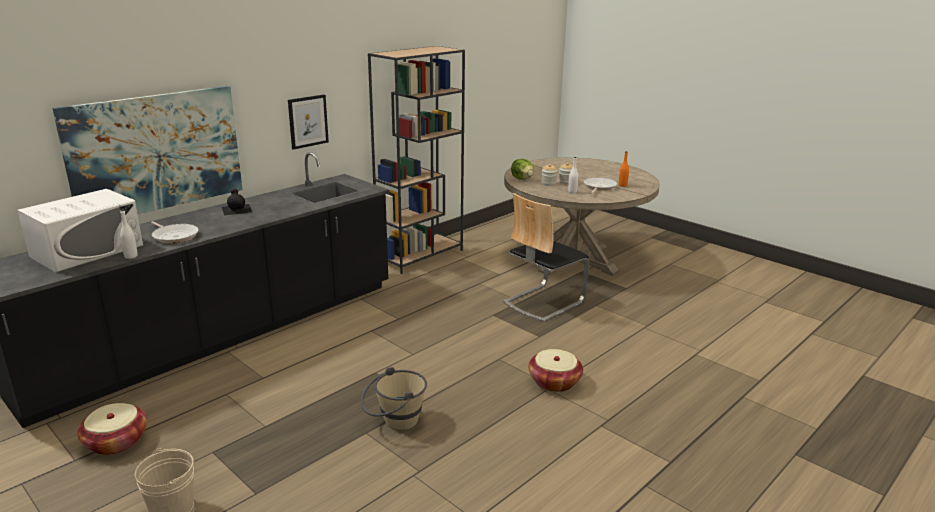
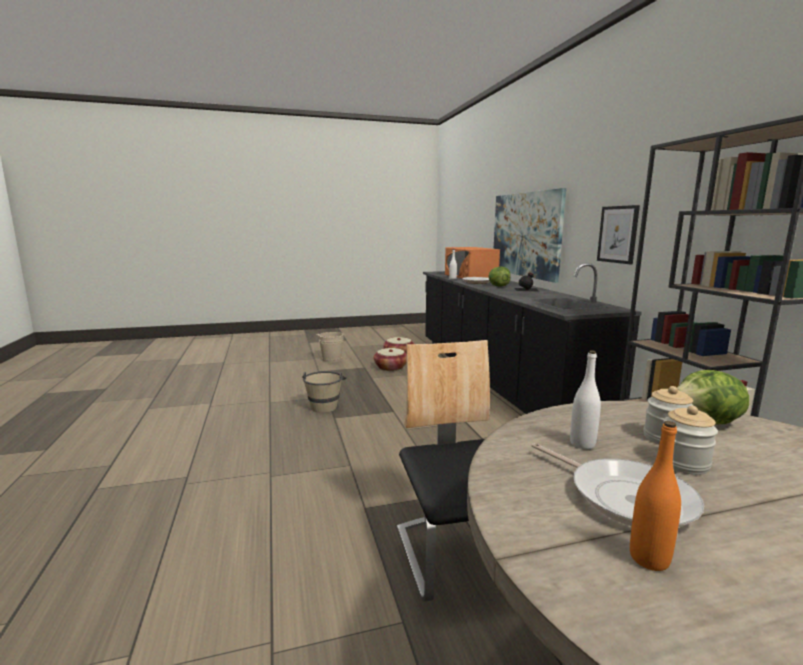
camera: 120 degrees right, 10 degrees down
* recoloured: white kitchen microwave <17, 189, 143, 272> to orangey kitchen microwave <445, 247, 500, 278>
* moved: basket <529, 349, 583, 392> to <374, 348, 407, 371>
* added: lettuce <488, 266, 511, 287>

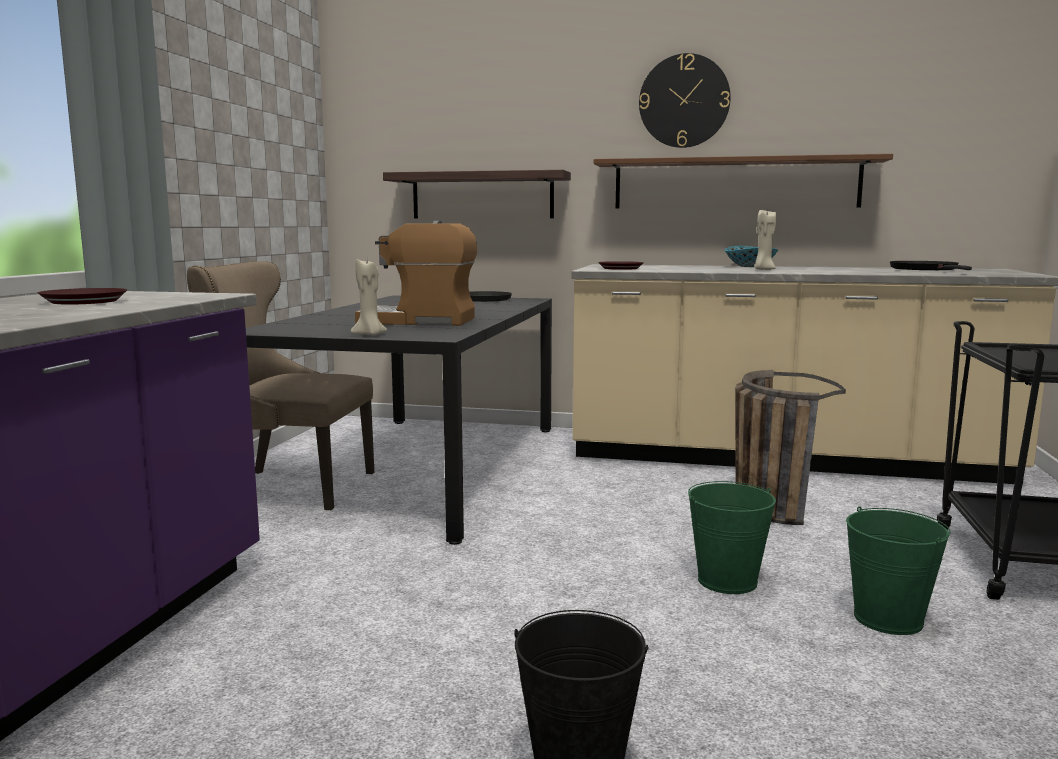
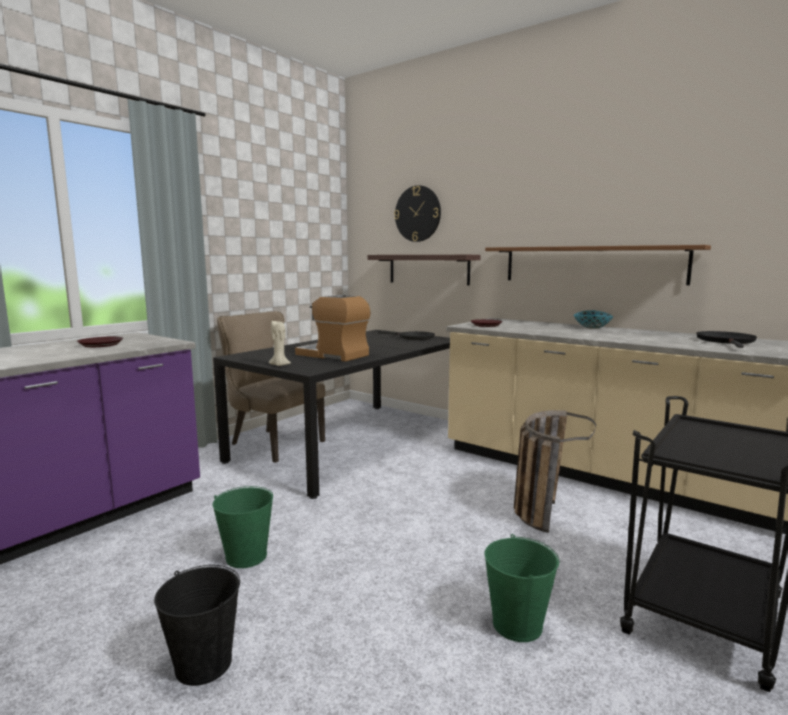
camera: 25 degrees right, 0 degrees up
* moved: hanging clock <639, 53, 731, 148> to <394, 185, 441, 242>
* removed: beige-coloured candle <754, 208, 776, 270>
* moved: greenish water bucket <688, 481, 776, 594> to <213, 486, 273, 568>

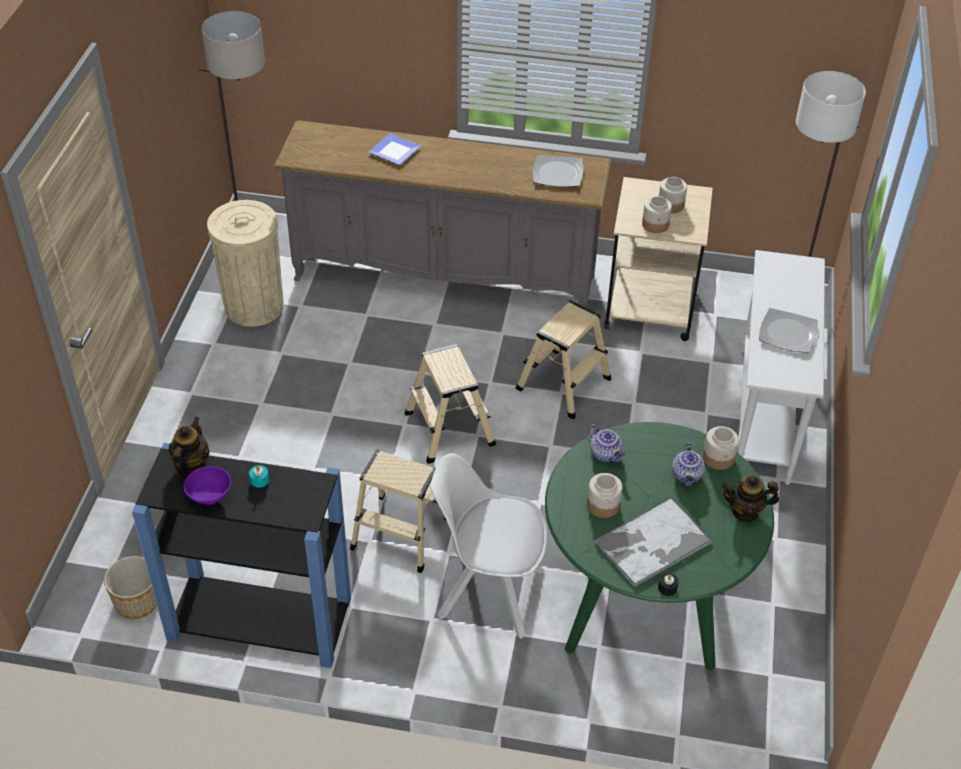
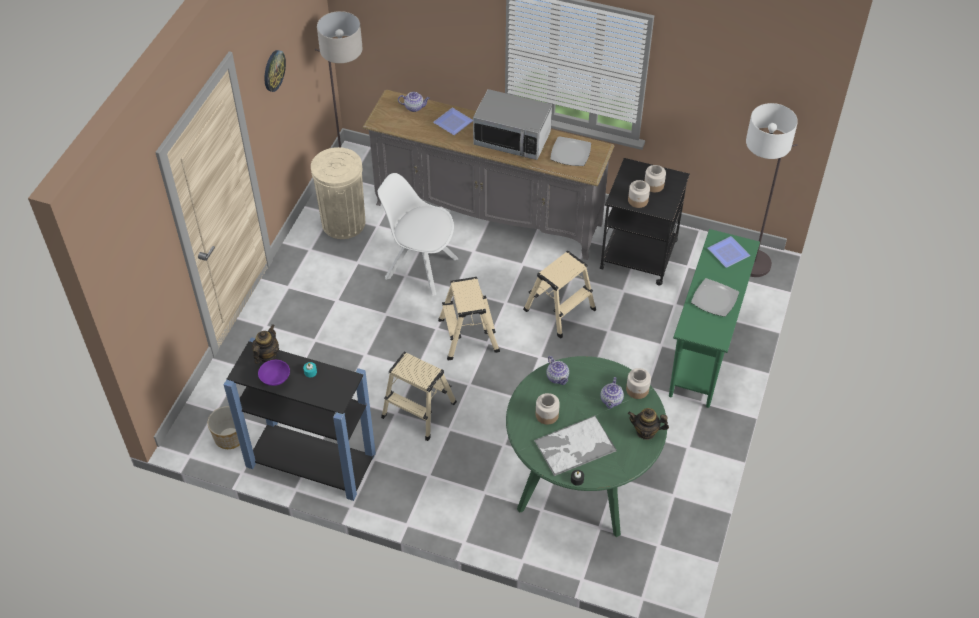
camera: 10 degrees right, 5 degrees up
* recoloured: beige-coloured cart <604, 177, 713, 341> to black-coloured cart <600, 158, 690, 286>
* recoloured: white console table <737, 250, 825, 485> to greenish console table <669, 229, 760, 408>
* moved: white upright chair <430, 453, 547, 639> to <378, 173, 458, 296>
* added: hanging clock <265, 50, 286, 92>
* added: kitchen microwave <473, 89, 552, 160>
* added: pot for tea <398, 92, 430, 112>
* added: dinner plate <707, 236, 750, 268>

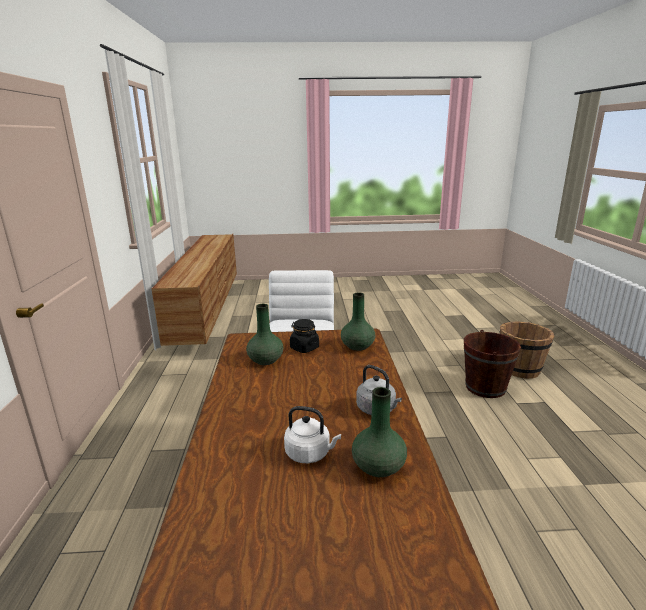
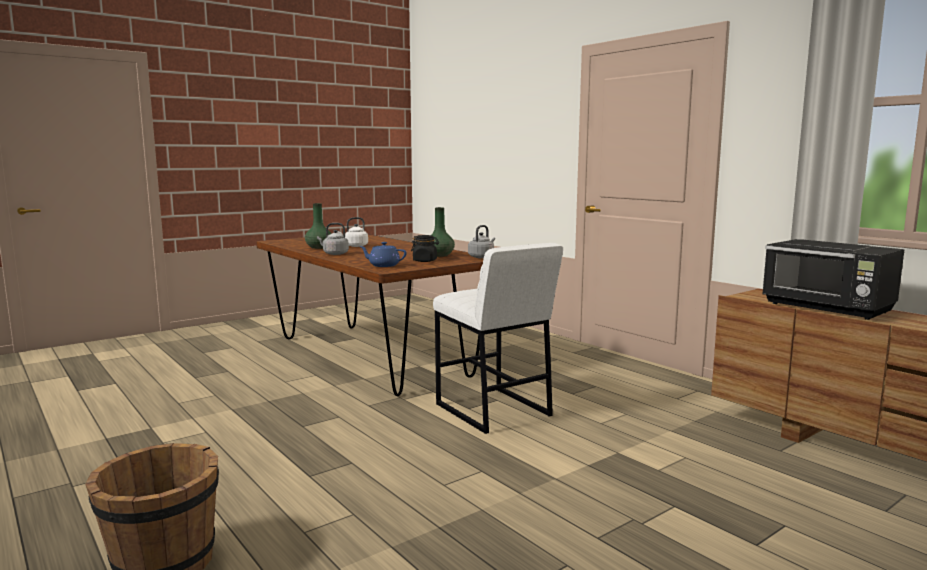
camera: 145 degrees right, 10 degrees down
* replaced: greenish decorative vase <341, 292, 375, 351> to bluish pot for tea <359, 242, 407, 267>
* removed: brownish water bucket <464, 330, 521, 398>
* added: grey tea kettle <468, 225, 495, 258>
* added: black-coloured kitchen microwave <762, 239, 905, 320>

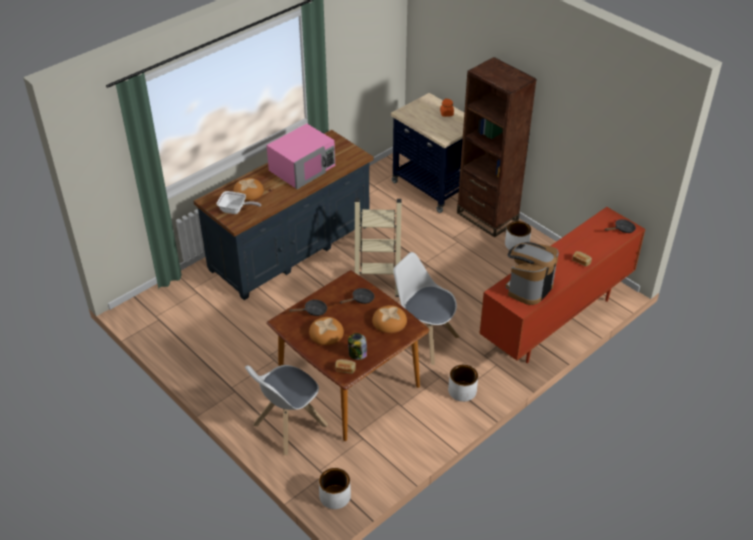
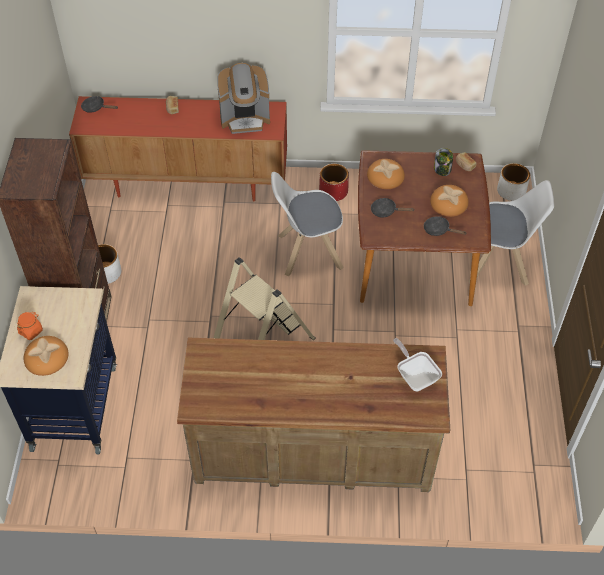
camera: 135 degrees left, 10 degrees up
* removed: pinkish kitchen microwave <266, 124, 335, 189>
* moved: bakery bread <233, 178, 264, 201> to <24, 336, 69, 376>
* turned: upright chair <393, 252, 460, 365> = <271, 172, 344, 276> 90 degrees clockwise
* recoloured: white planter <448, 365, 478, 402> to red-coloured planter <319, 164, 349, 201>

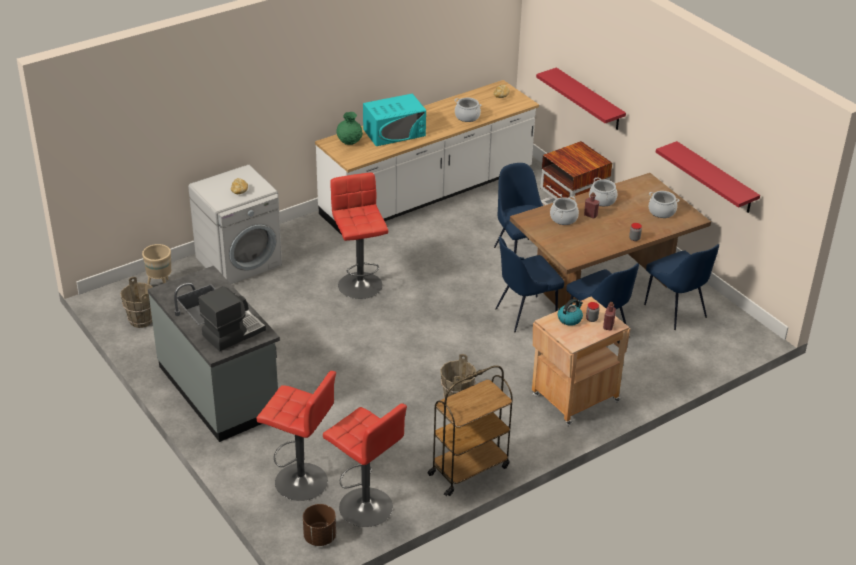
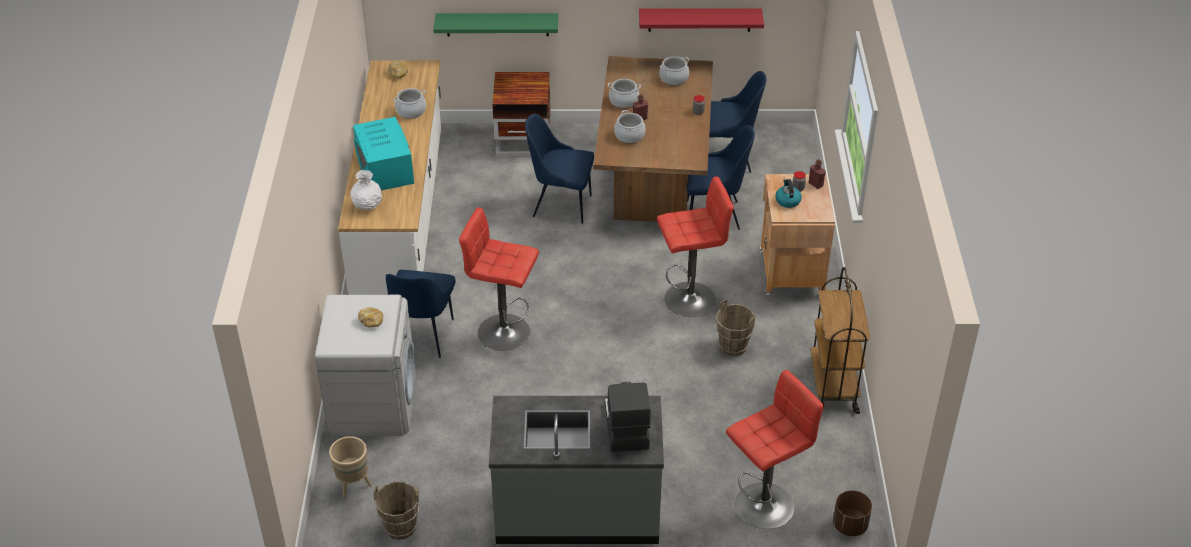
camera: 55 degrees left, 5 degrees up
* recoloured: red-coloured bracket shelf <536, 68, 626, 130> to greenish bracket shelf <433, 13, 558, 36>
* turned: turquoise-coloured kitchen microwave <363, 93, 426, 146> = <353, 117, 414, 190> 150 degrees clockwise
* recoloured: greenish decorative vase <336, 112, 363, 145> to white decorative vase <350, 170, 382, 210>
* moved: bluish upright chair <495, 236, 564, 333> to <386, 270, 455, 358>
* moved: red-coloured stool <323, 403, 407, 527> to <657, 176, 734, 317>

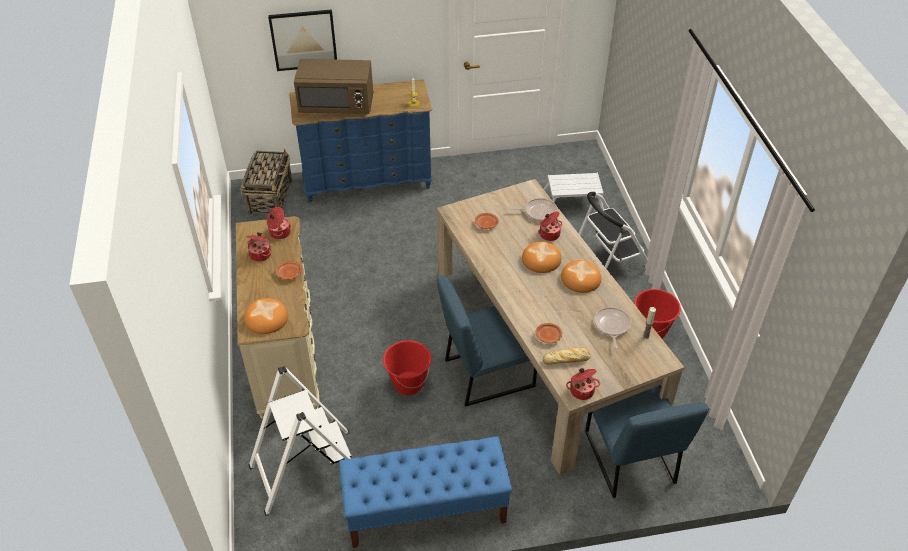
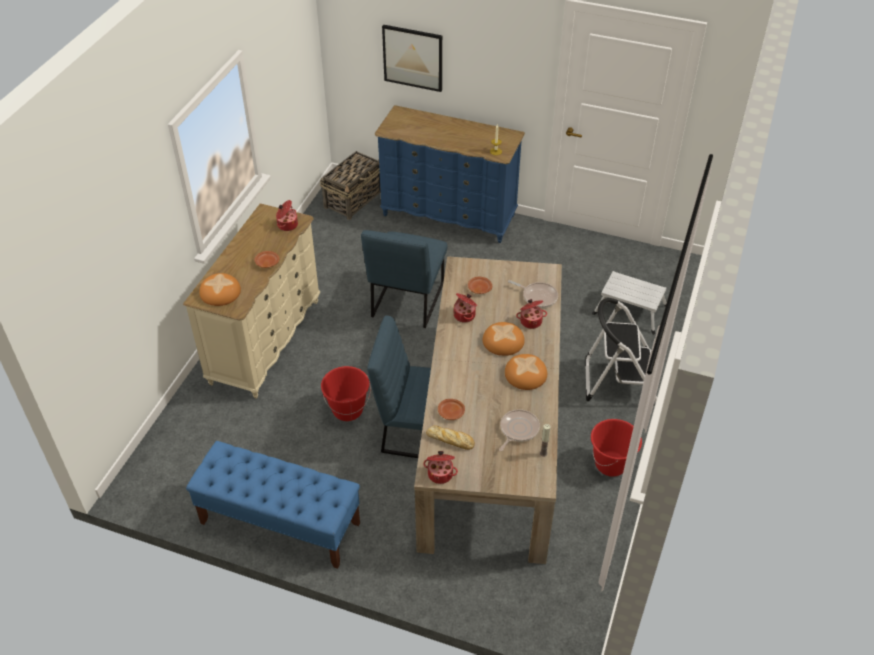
camera: 30 degrees right, 0 degrees up
* removed: brownish kitchen microwave <294, 59, 374, 114>
* moved: saucepot <246, 232, 271, 262> to <453, 293, 477, 323>
* removed: white step stool <249, 366, 352, 516>
* moved: bluish upright chair <585, 385, 709, 498> to <361, 230, 447, 328>

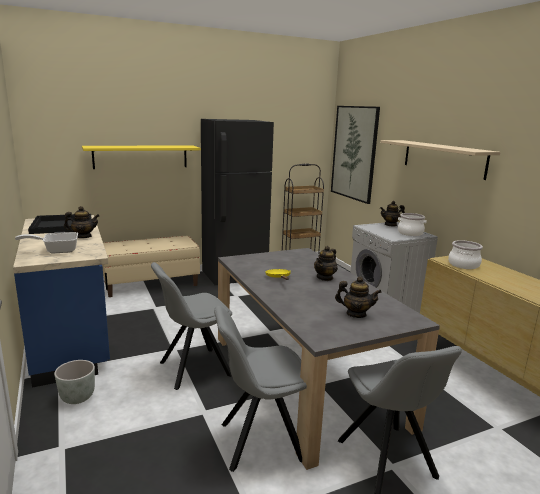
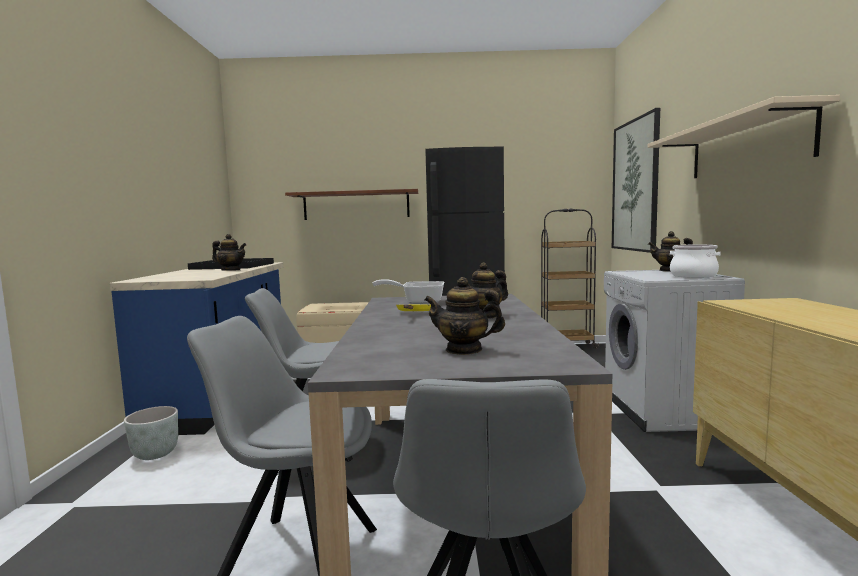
camera: 25 degrees right, 10 degrees down
* recoloured: yellowish bracket shelf <82, 146, 201, 169> to brownish bracket shelf <285, 189, 418, 220>
* moved: frying pan <15, 232, 78, 253> to <372, 279, 445, 304>
* removed: saucepot <448, 240, 483, 269>
* turned: pot for tea <335, 276, 382, 318> = <424, 277, 505, 355> 150 degrees clockwise

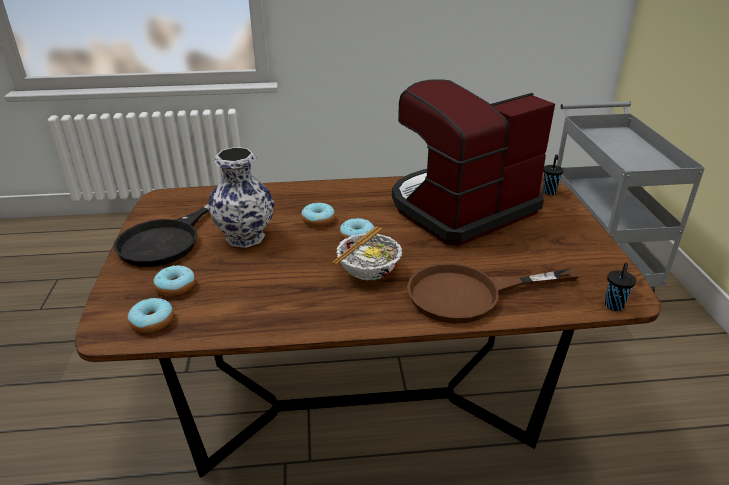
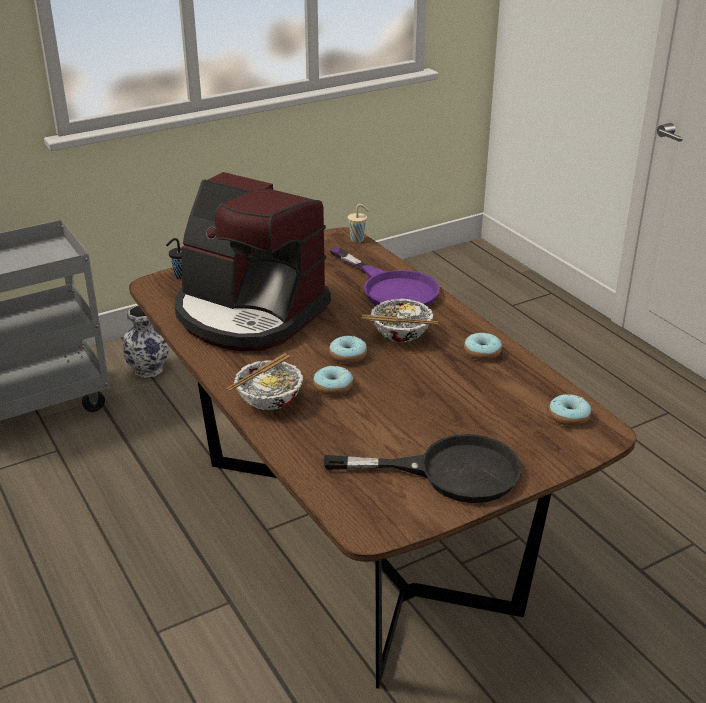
camera: 115 degrees left, 0 degrees up
* moved: decorative vase <208, 147, 274, 248> to <123, 306, 169, 378>
* recoloured: brownish frying pan <407, 263, 579, 324> to purple-coloured frying pan <330, 247, 440, 306>
* recoloured: black-coloured cup <605, 263, 636, 311> to beige-coloured cup <348, 204, 369, 243>
* moved: ring doughnut <153, 265, 195, 296> to <464, 333, 502, 360>
* added: serving bowl <226, 353, 303, 410>

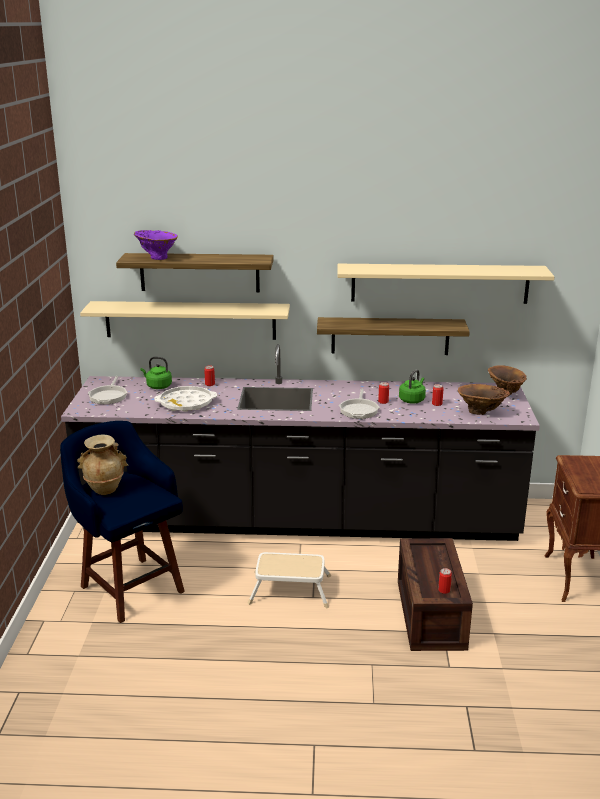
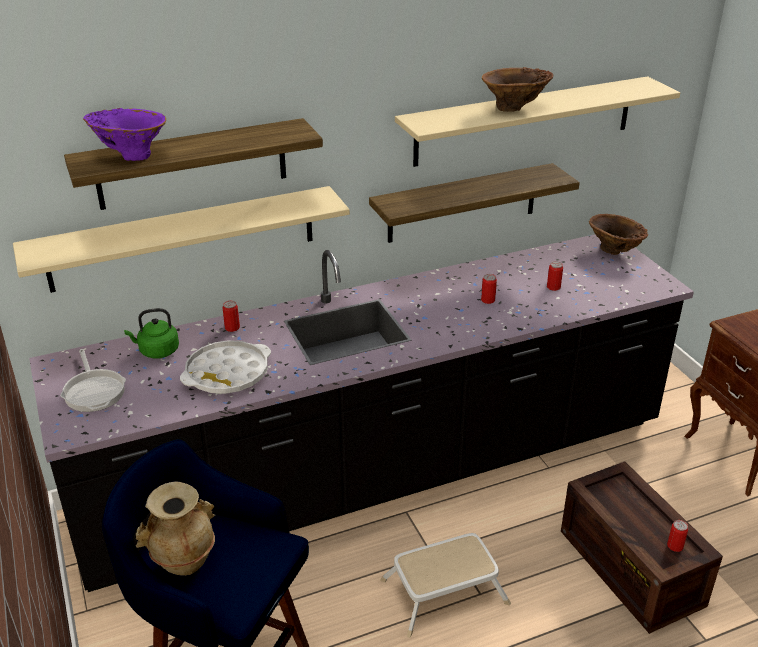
camera: 25 degrees left, 10 degrees up
* removed: greenish tea kettle <399, 369, 426, 403>
* moved: brownish decorative vase <458, 384, 510, 415> to <482, 67, 553, 112>
* removed: frying pan <339, 389, 380, 419>

